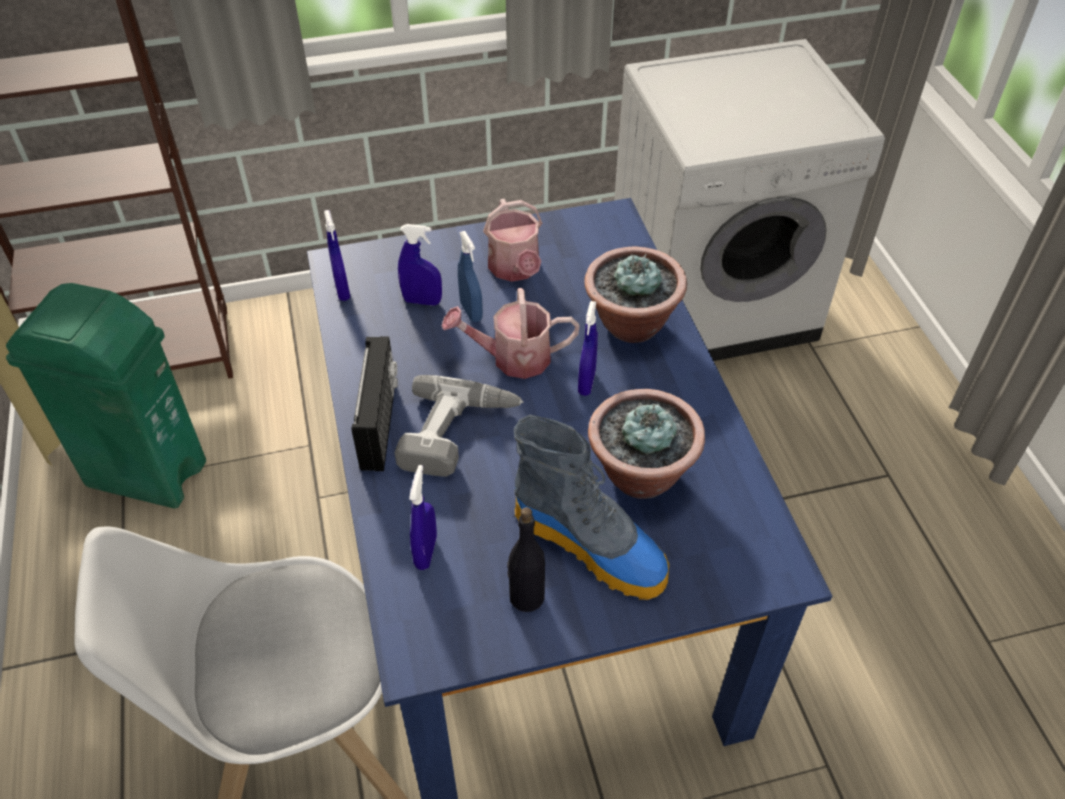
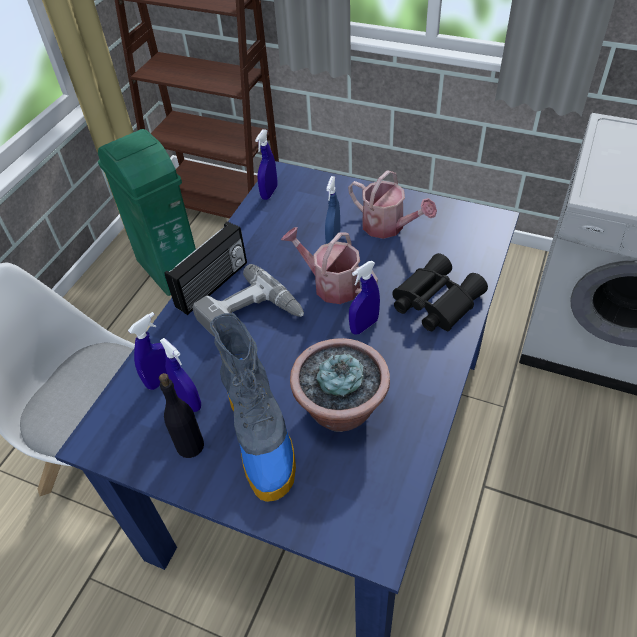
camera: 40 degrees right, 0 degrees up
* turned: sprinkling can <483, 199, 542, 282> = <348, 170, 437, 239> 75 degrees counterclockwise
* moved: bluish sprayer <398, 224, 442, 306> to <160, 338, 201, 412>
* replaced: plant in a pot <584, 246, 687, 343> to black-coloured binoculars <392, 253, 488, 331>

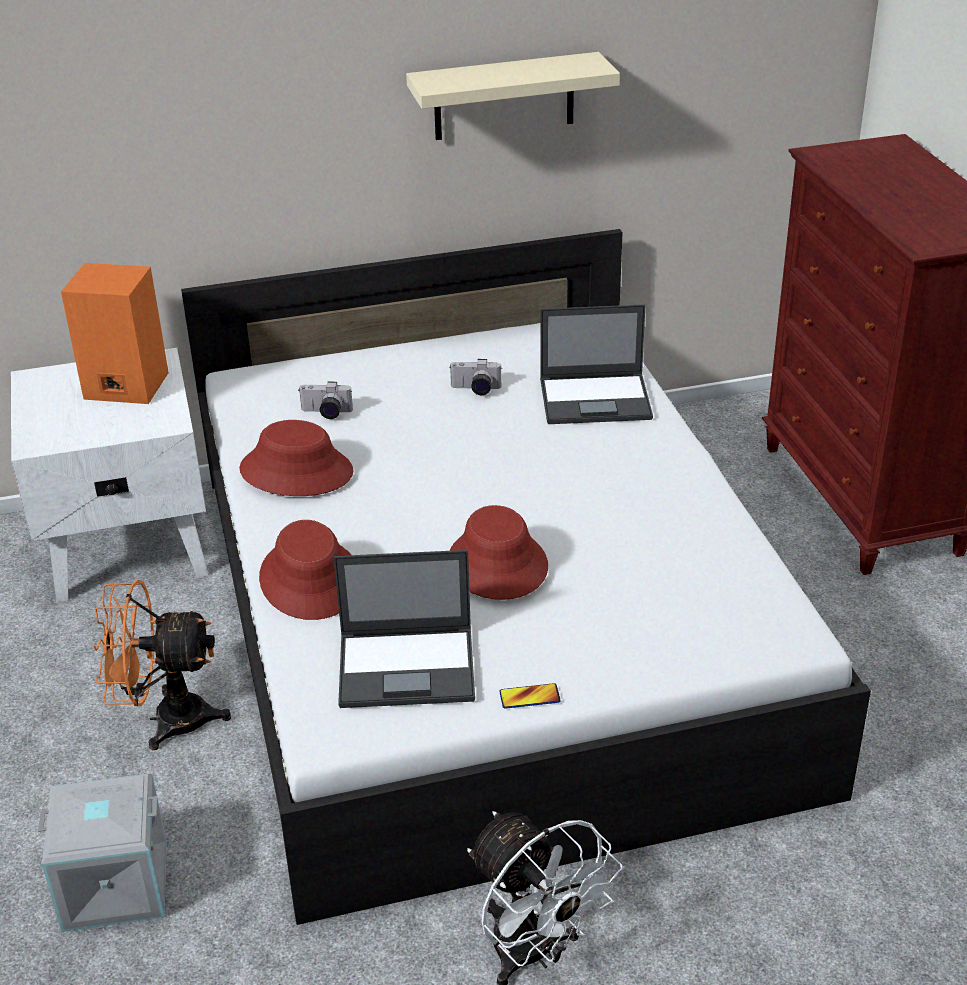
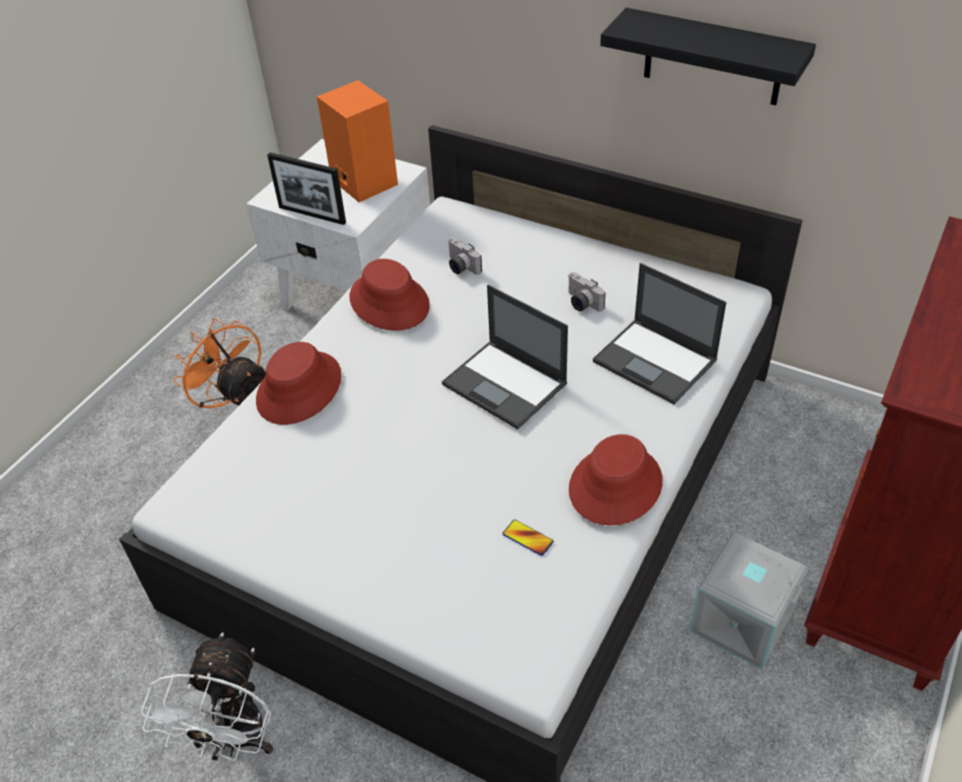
camera: 45 degrees right, 10 degrees up
* recoloured: beige-coloured bracket shelf <406, 52, 620, 140> to black-coloured bracket shelf <600, 8, 816, 105>
* moved: red-coloured clothing hat <450, 505, 548, 600> to <569, 434, 663, 526>
* moved: laptop <334, 550, 475, 708> to <442, 285, 568, 429>
* moved: phone <499, 683, 561, 709> to <503, 520, 554, 556>
* moved: grey storage box <38, 774, 167, 932> to <689, 531, 809, 670>
* added: photo frame <267, 152, 346, 225>

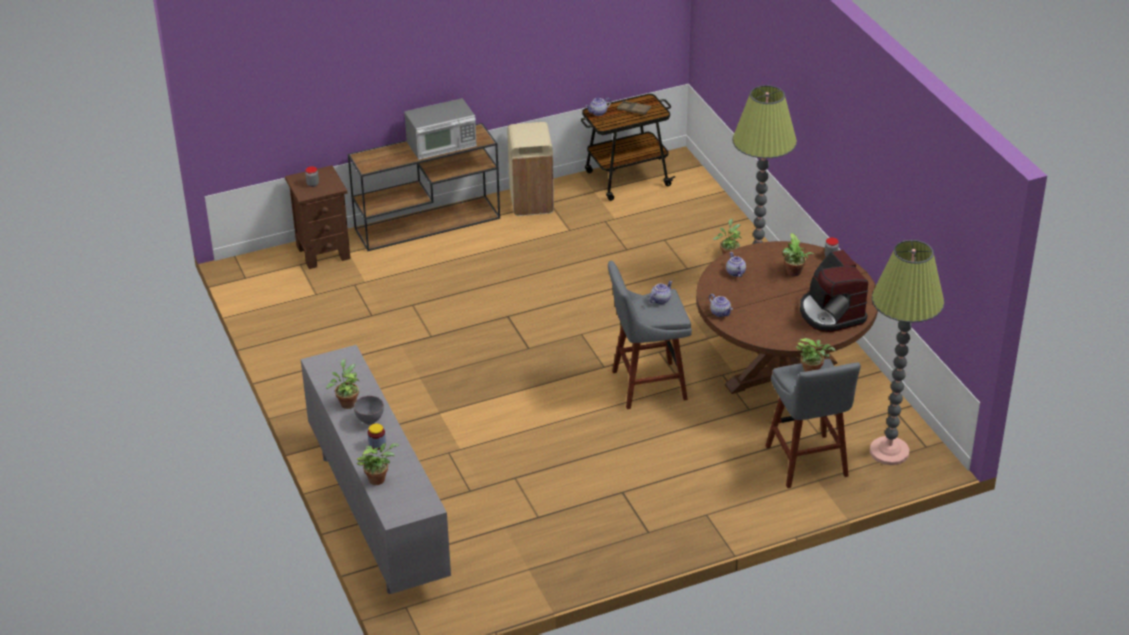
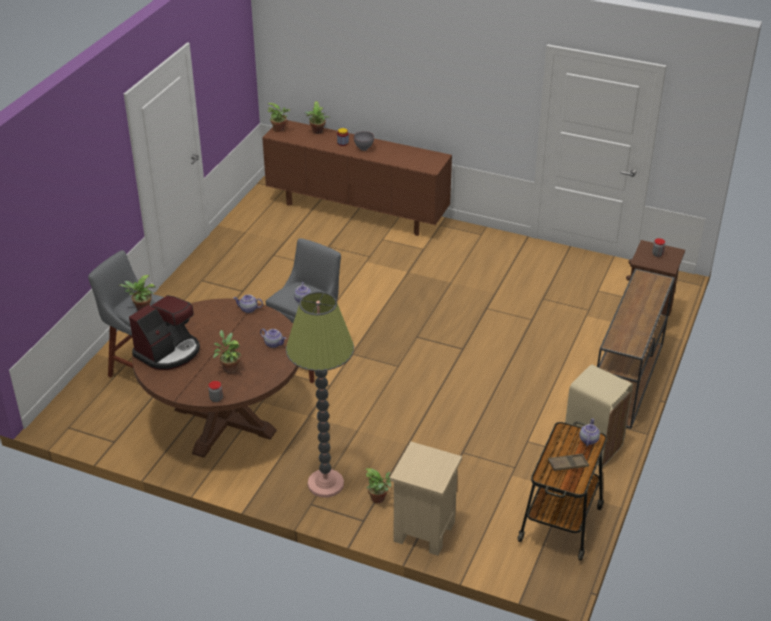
camera: 135 degrees right, 0 degrees up
* removed: kitchen microwave <404, 98, 477, 160>
* removed: standing lamp <870, 240, 944, 465>
* turned: coffee brewer <800, 250, 868, 332> = <129, 295, 200, 370> 105 degrees clockwise
* recoloured: grey cabinet <301, 345, 451, 594> to brownish cabinet <262, 120, 452, 236>
* moved: plant in a pot <326, 359, 360, 409> to <268, 103, 290, 132>
* added: beige-coloured night table <390, 442, 462, 556>

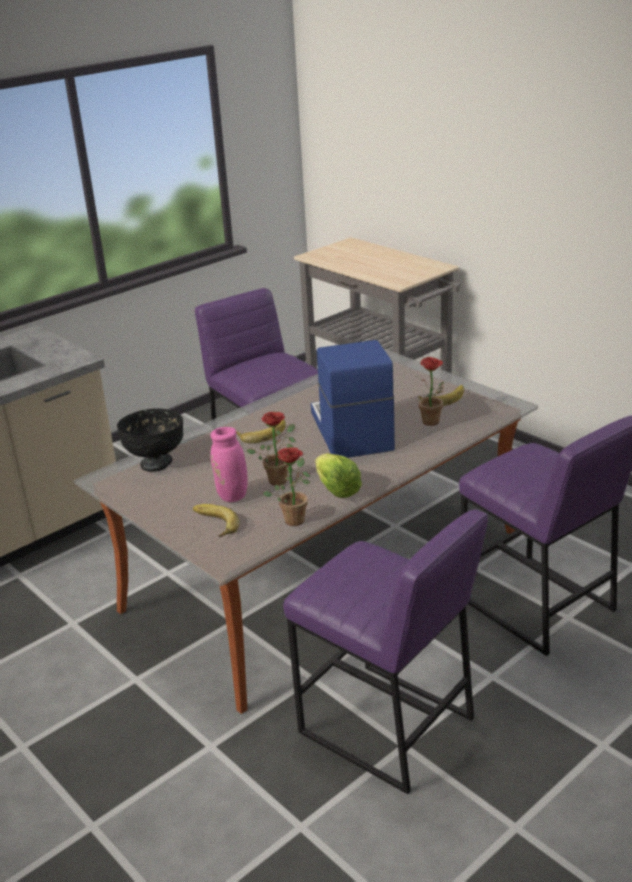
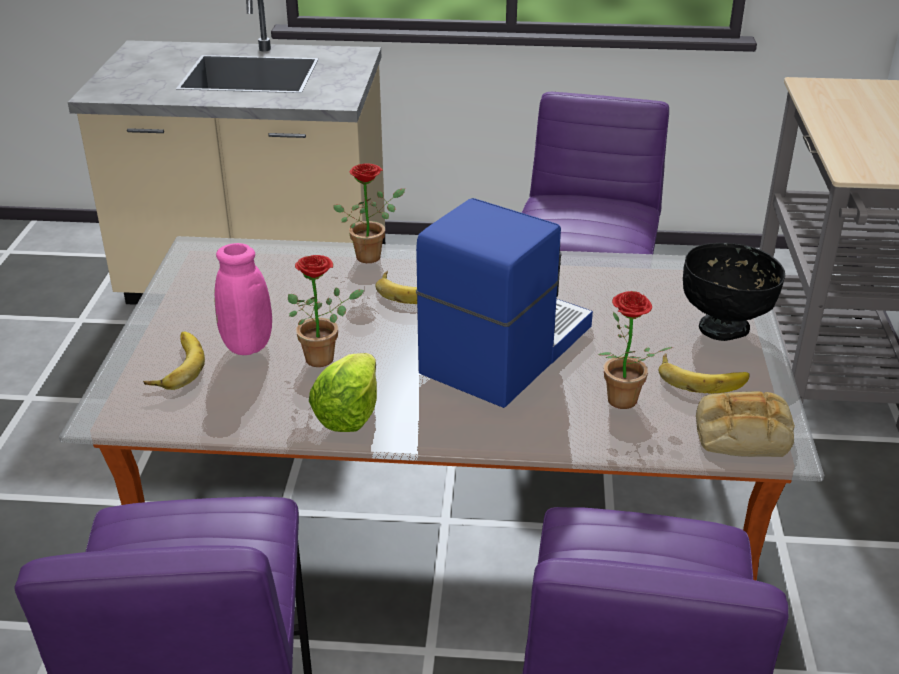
camera: 45 degrees right, 5 degrees up
* moved: black-coloured serving bowl <117, 408, 183, 472> to <683, 243, 785, 341>
* moved: plant in a pot <262, 447, 310, 526> to <333, 163, 405, 263>
* added: bakery bread <696, 391, 795, 457>

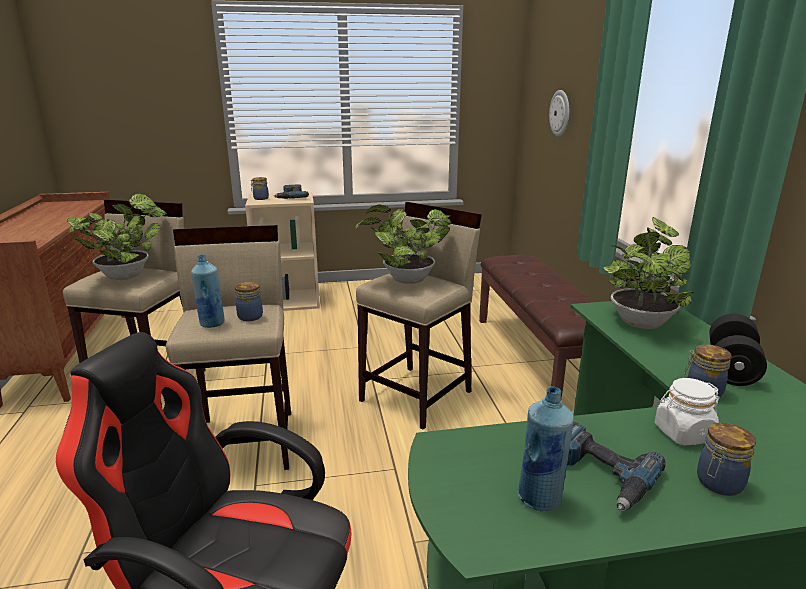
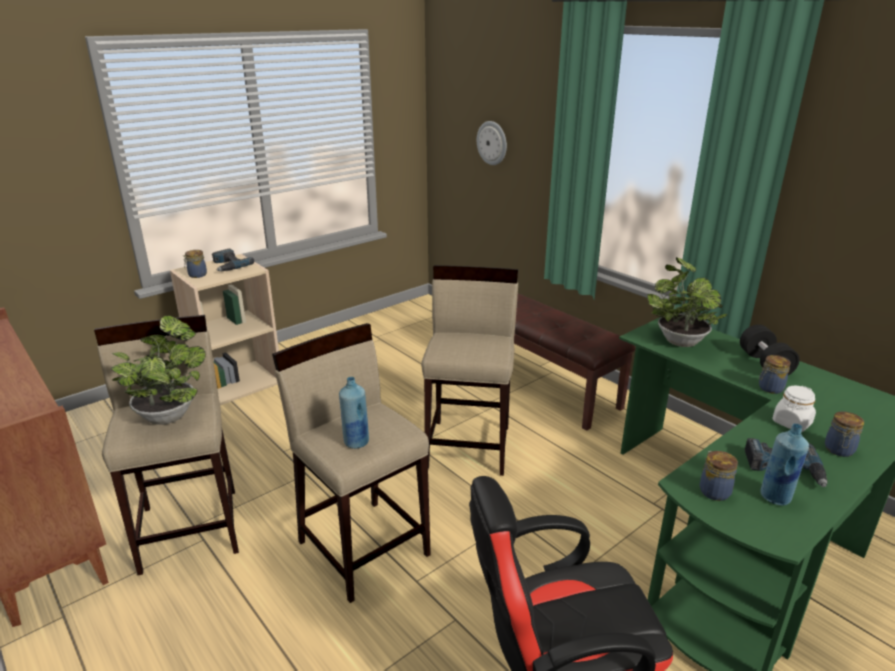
camera: 30 degrees left, 5 degrees up
* removed: plant in a pot <355, 204, 452, 284>
* moved: preserve jar <235, 282, 263, 321> to <700, 451, 738, 501>

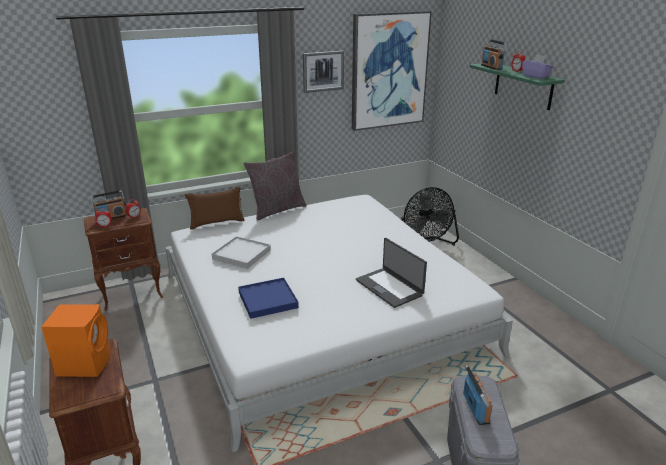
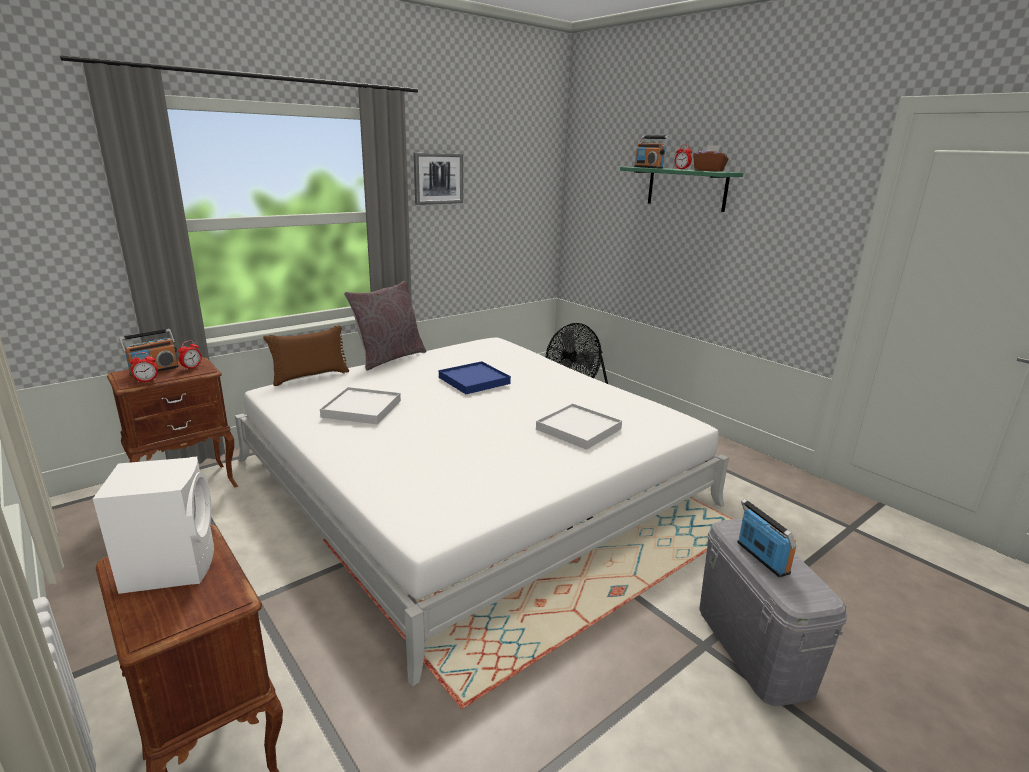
camera: 15 degrees left, 5 degrees down
* removed: picture <352, 11, 432, 131>
* recoloured: purple-coloured box of tissues <522, 55, 553, 78> to brownish box of tissues <693, 145, 729, 171>
* replaced: laptop <356, 238, 427, 308> to white carrying tray <536, 403, 622, 450>
* moved: bluish carrying tray <238, 278, 299, 319> to <439, 361, 511, 394>
* recoloured: orangey audio speaker <41, 304, 111, 377> to white audio speaker <93, 457, 214, 594>

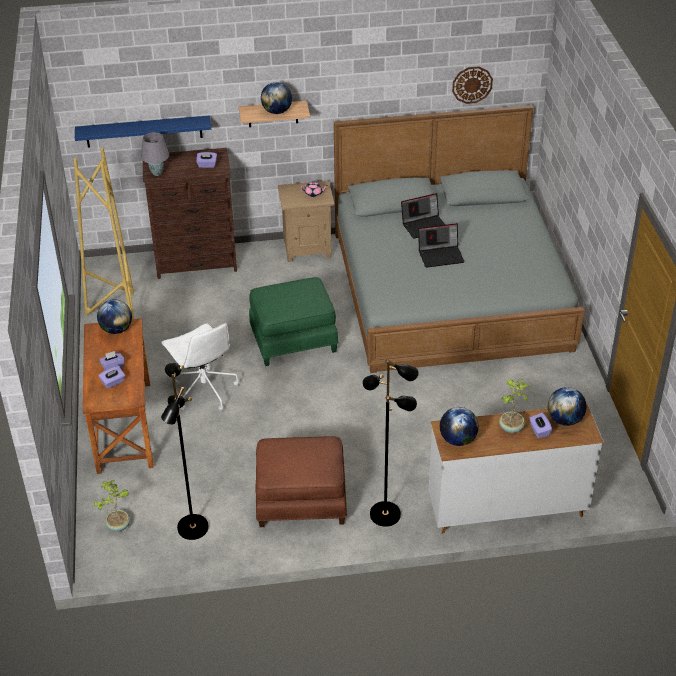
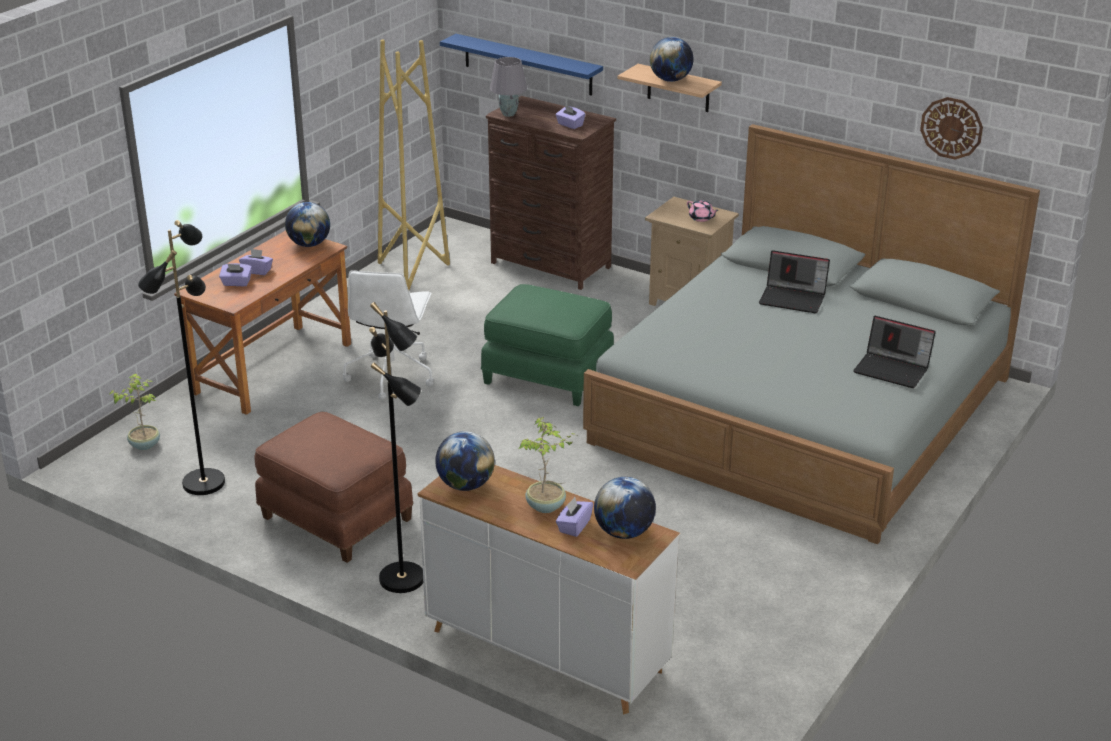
camera: 40 degrees right, 10 degrees down
* moved: laptop <418, 223, 465, 268> to <853, 316, 936, 388>

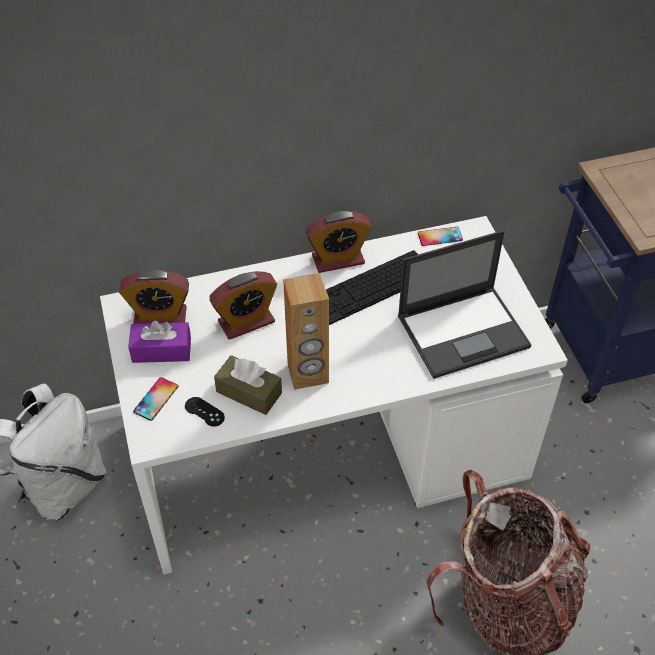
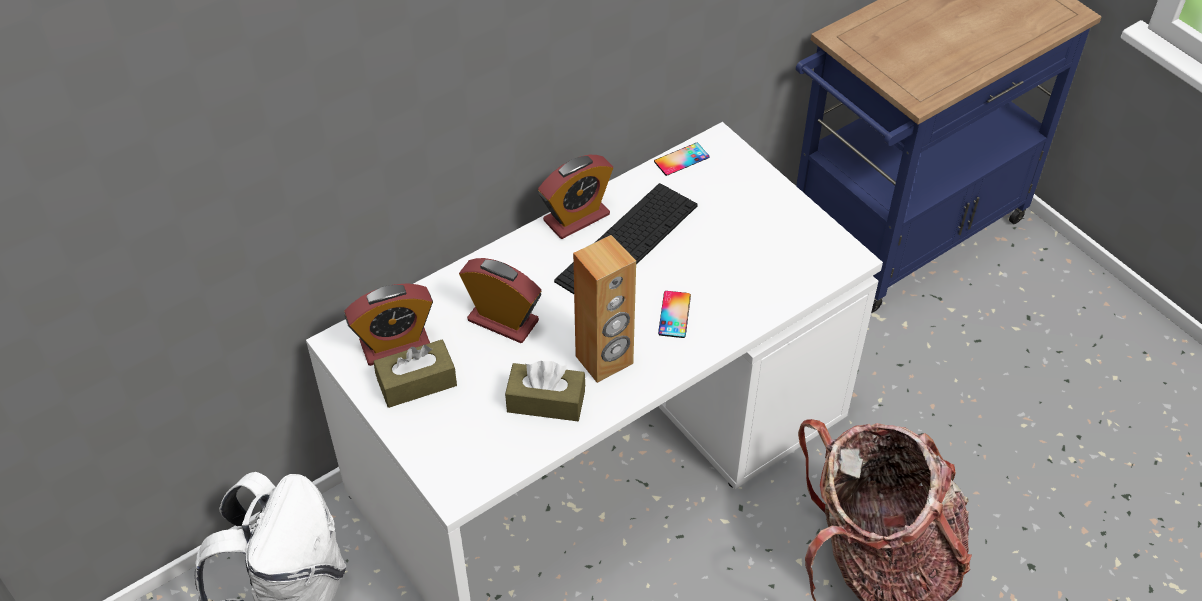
camera: 20 degrees left, 0 degrees up
* removed: laptop <398, 230, 531, 379>
* turned: alarm clock <209, 271, 277, 340> = <459, 258, 541, 343> 105 degrees counterclockwise
* recoloured: purple-coloured box of tissues <128, 320, 191, 363> to brownish box of tissues <373, 340, 457, 408>
* moved: phone <133, 377, 178, 421> to <658, 291, 691, 338>
* removed: black-coloured gamepad <185, 397, 225, 427>

